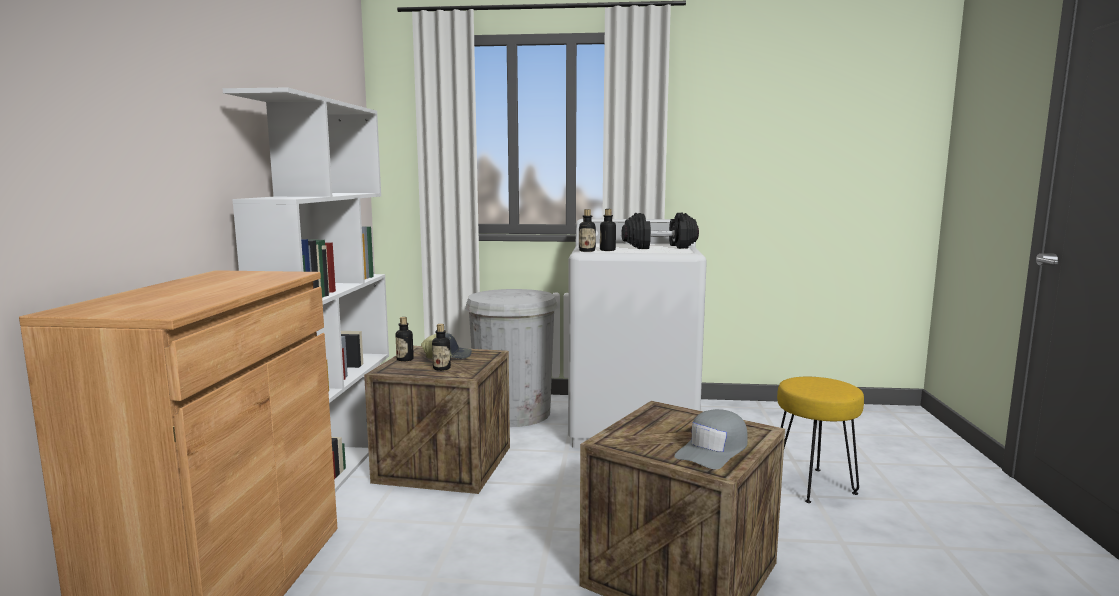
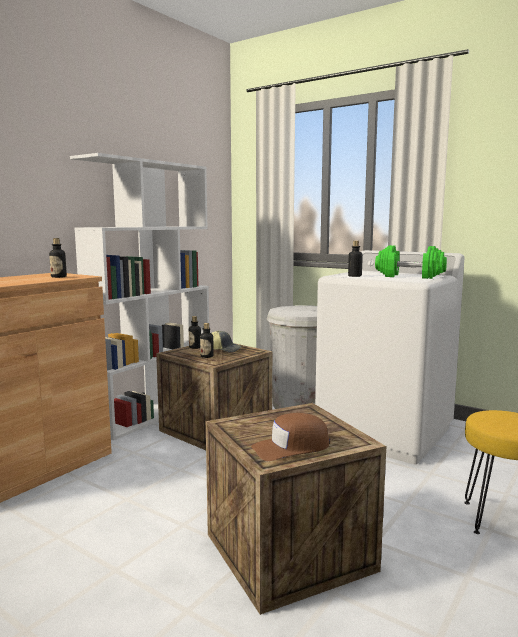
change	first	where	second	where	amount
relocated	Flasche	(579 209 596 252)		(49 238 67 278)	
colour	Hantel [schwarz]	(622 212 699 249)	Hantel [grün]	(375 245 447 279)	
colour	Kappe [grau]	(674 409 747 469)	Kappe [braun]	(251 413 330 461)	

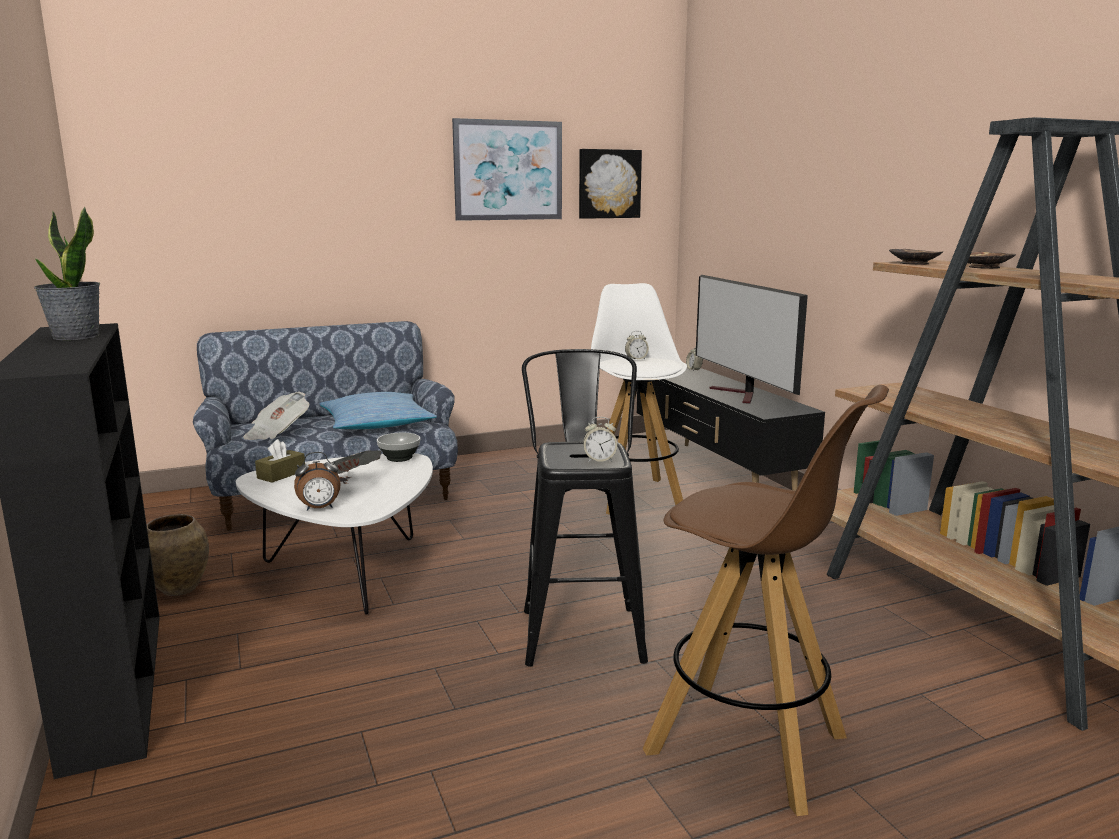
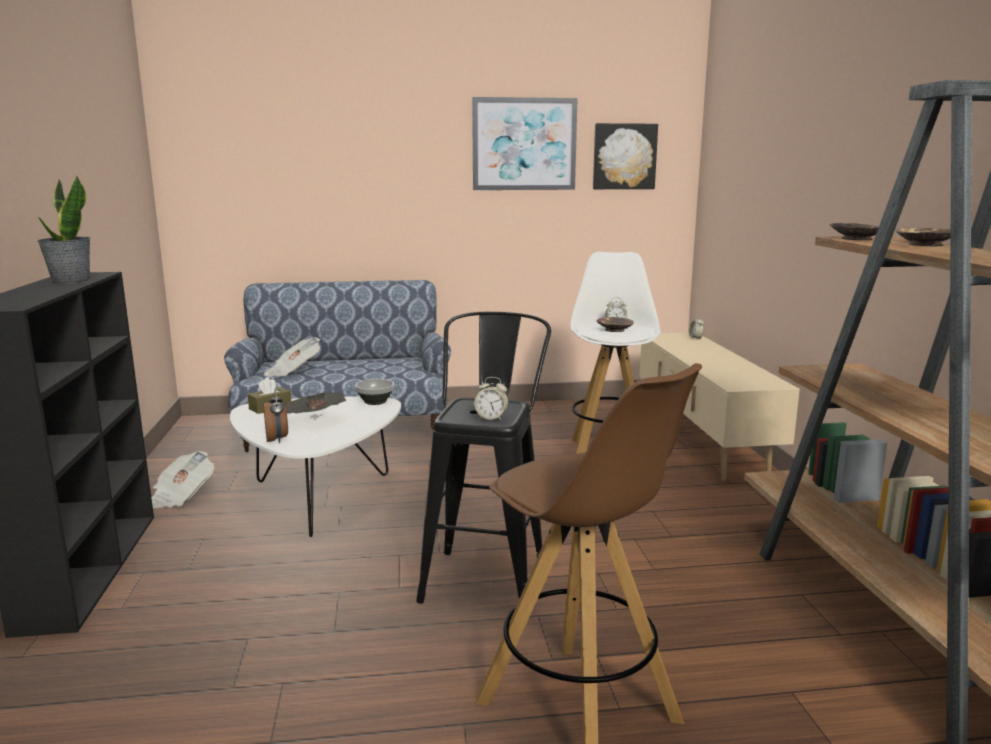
change	first	where	second	where	amount
missing	Fernseher	(696 275 808 404)			
colour	Fernsehschrank [schwarz]	(637 368 825 491)	Fernsehschrank [beige]	(640 333 800 481)	
missing	Kissen	(320 392 437 429)			
spun	Wecker	(294 452 341 511)		(263 389 288 443)	105 degrees counterclockwise
exchanged	Vase [braun]	(147 514 209 596)	Zeitung	(152 451 214 508)	
appeared			Schüssel [braun]	(597 317 634 332)	

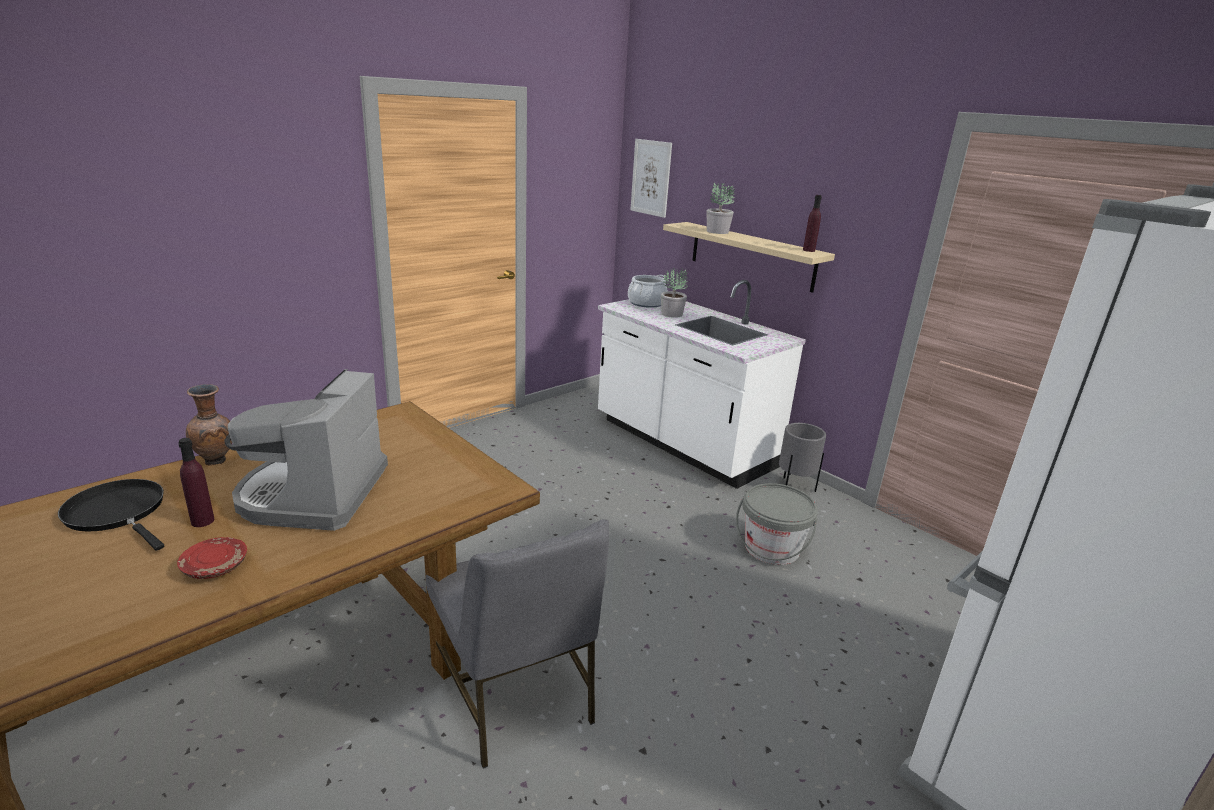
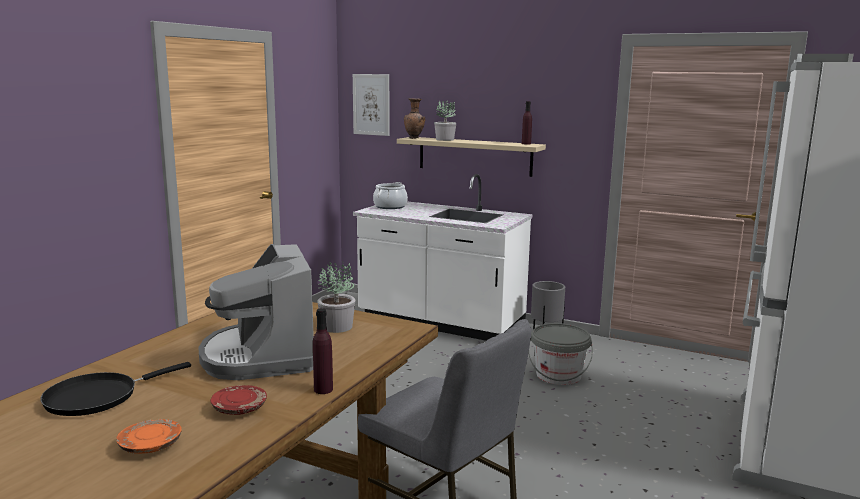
change	first	where	second	where	amount
relocated	Topfpflanze	(661 268 688 318)		(317 261 355 333)	
relocated	Vase [braun]	(186 384 232 466)		(404 98 425 139)	
relocated	Flasche [lila]	(178 438 214 527)		(313 308 333 394)	
spun	Pfanne [schwarz]	(58 479 164 551)		(40 362 191 416)	60 degrees counterclockwise
appeared			Teller [orange]	(117 419 182 454)	

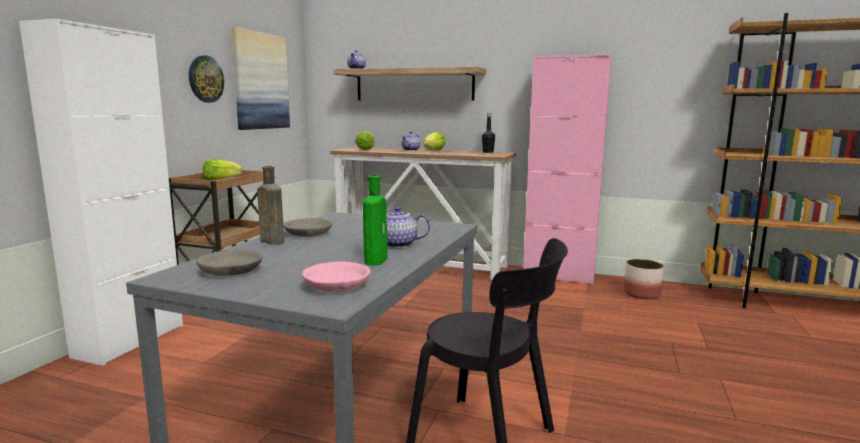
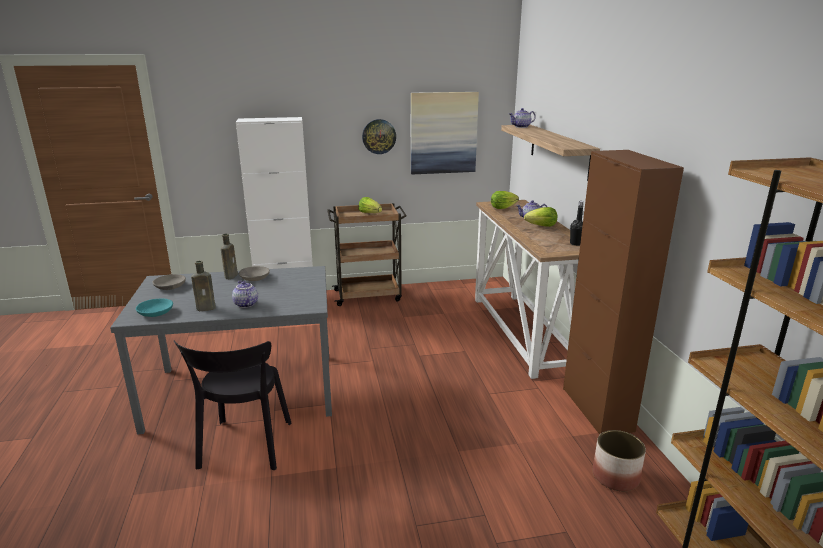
change	first	where	second	where	amount
colour	Schrank [rosa]	(523 54 611 285)	Schrank [braun]	(563 150 684 435)	
colour	Flasche [grün]	(363 175 388 266)	Flasche [braun]	(191 261 216 311)	
colour	Schüssel [rosa]	(302 261 371 292)	Schüssel [türkis]	(136 299 173 317)	

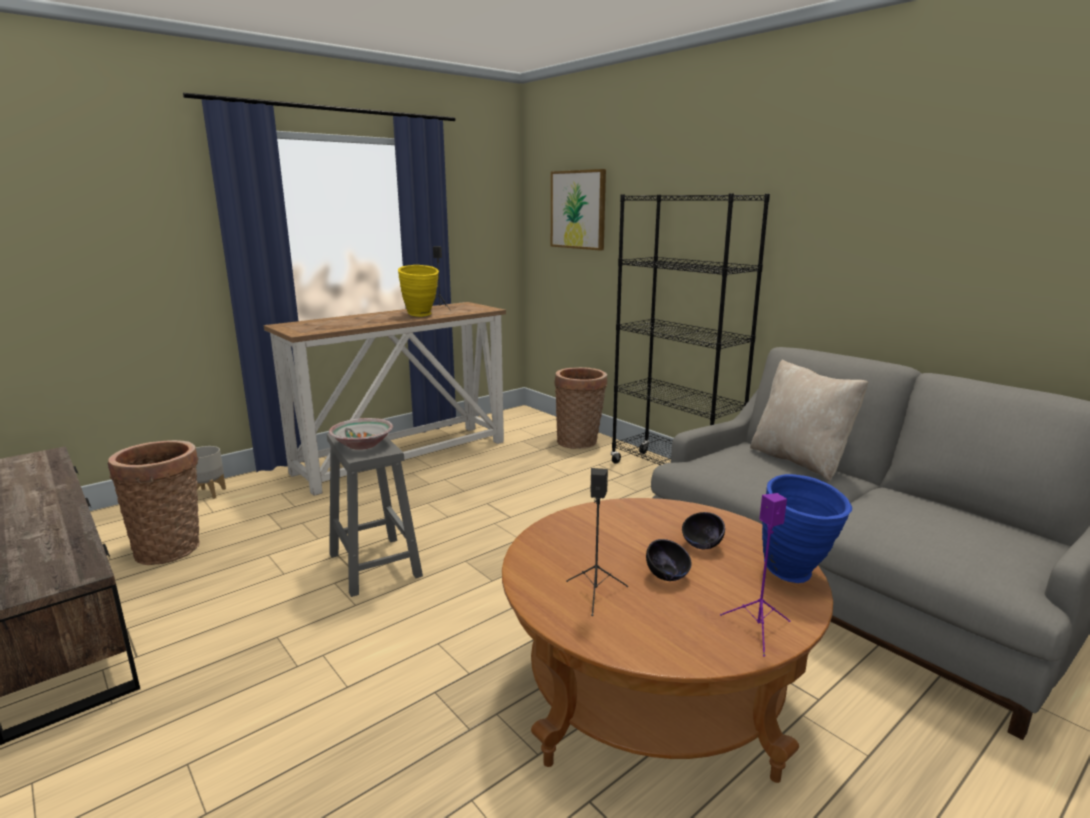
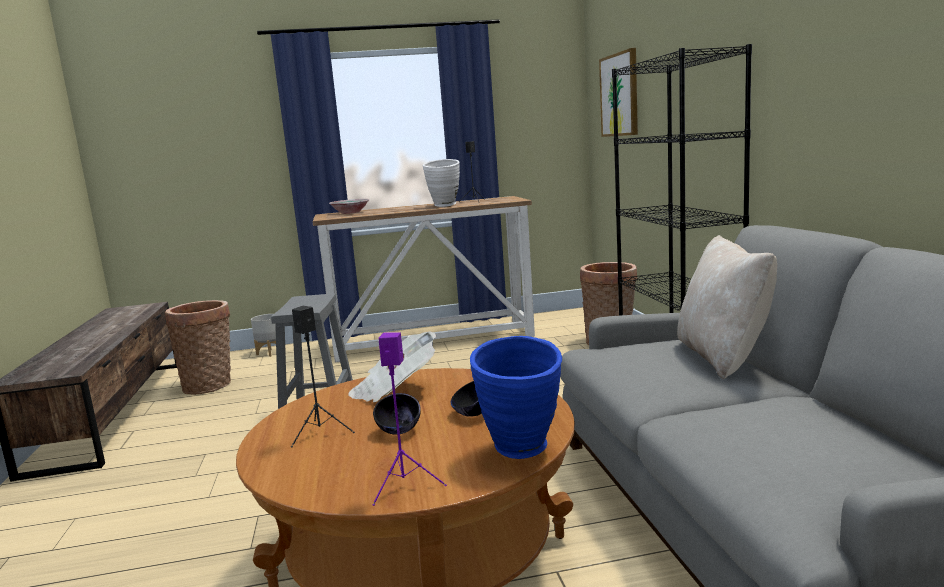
change	first	where	second	where	amount
colour	Vase [gelb]	(398 265 439 317)	Vase [weiß]	(423 159 460 207)	
relocated	Schüssel	(329 418 393 450)		(329 199 369 214)	
appeared			Zeitung	(348 332 437 403)	

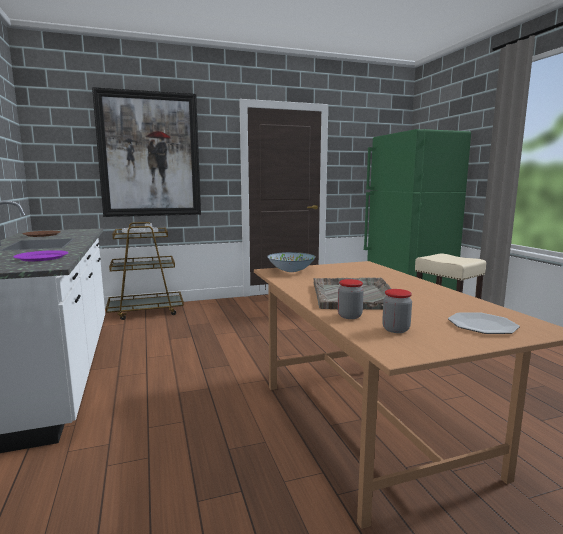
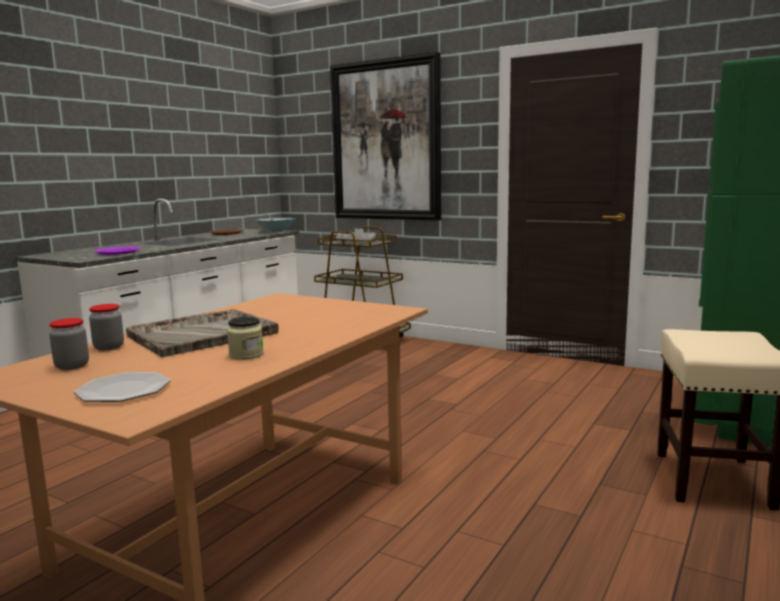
change	first	where	second	where	amount
relocated	Schüssel	(267 252 316 272)		(256 218 296 232)	
appeared			Vorratsglas	(227 317 263 360)	

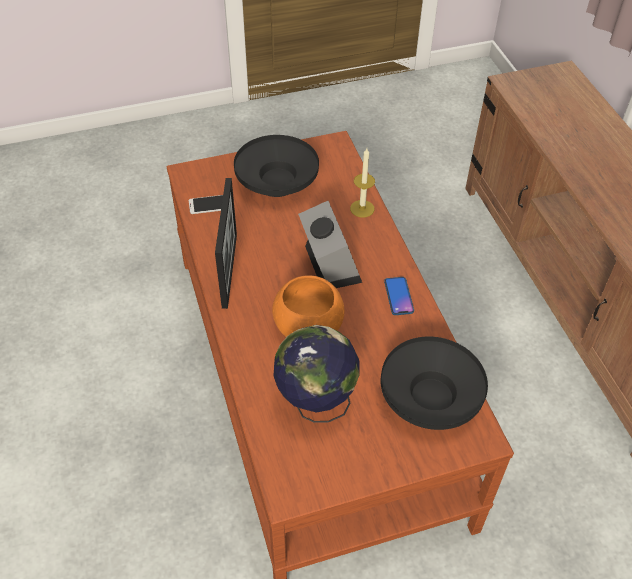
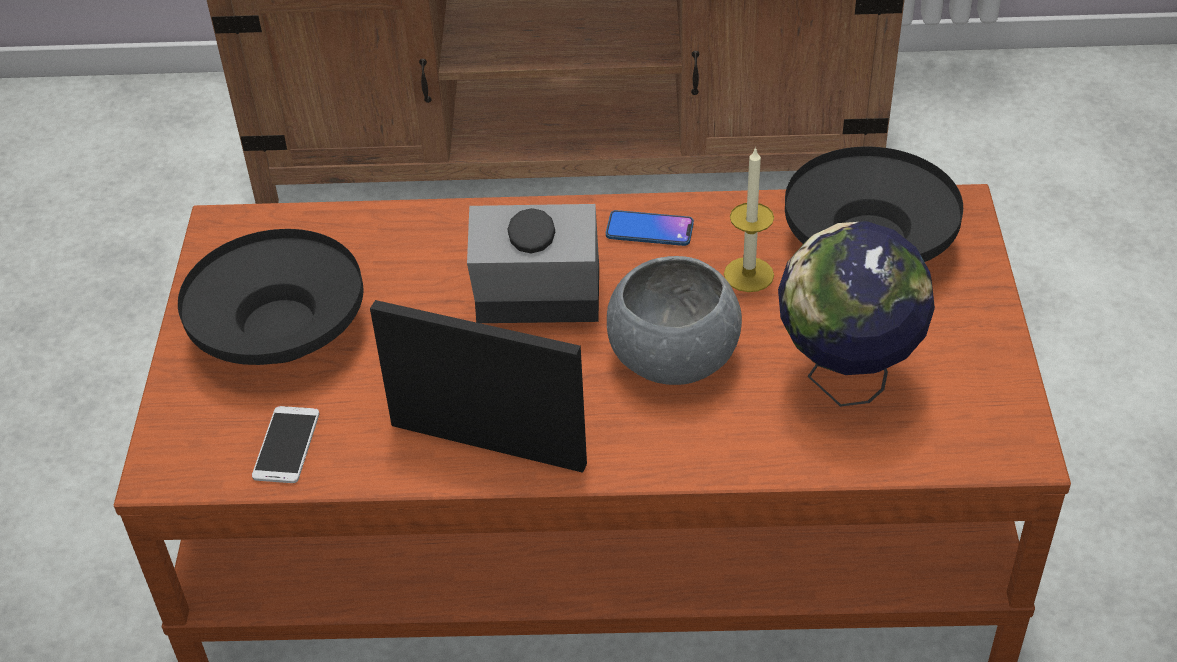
change	first	where	second	where	amount
relocated	Kerze	(350 148 375 217)		(724 146 774 292)	
colour	Schüssel [orange]	(272 275 345 337)	Schüssel [grau]	(607 256 742 385)	

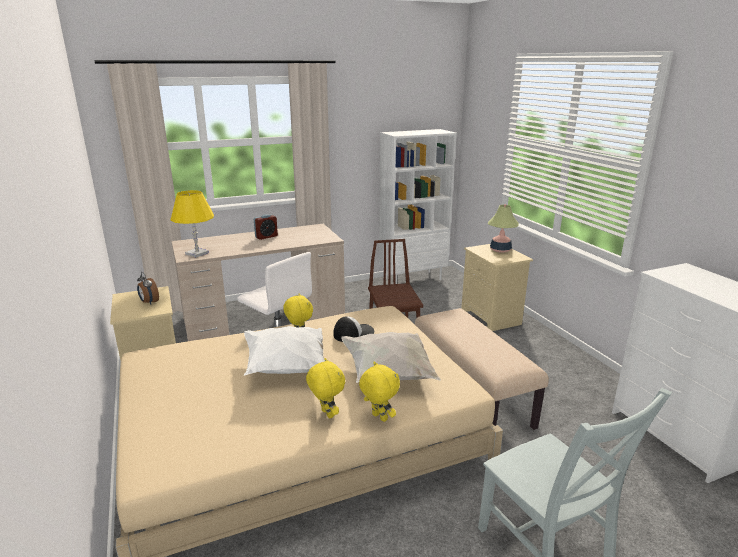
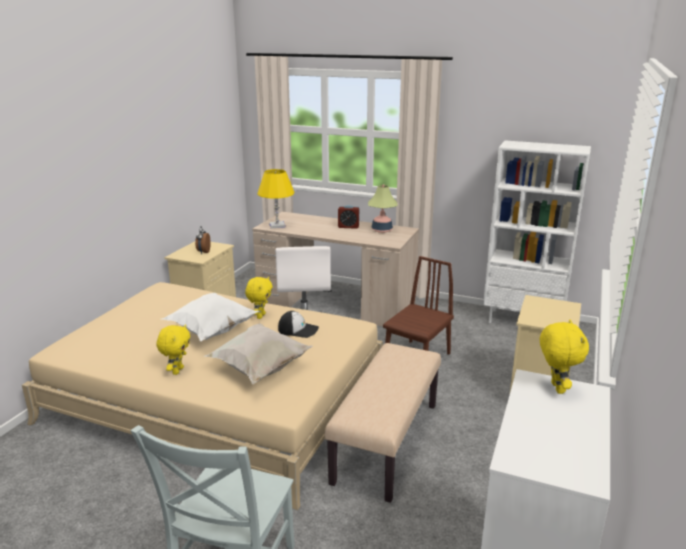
change	first	where	second	where	amount
relocated	Tischlampe	(488 204 519 253)		(368 184 397 233)	
relocated	Plüschtier [gelb]	(359 361 400 422)		(540 320 589 394)	

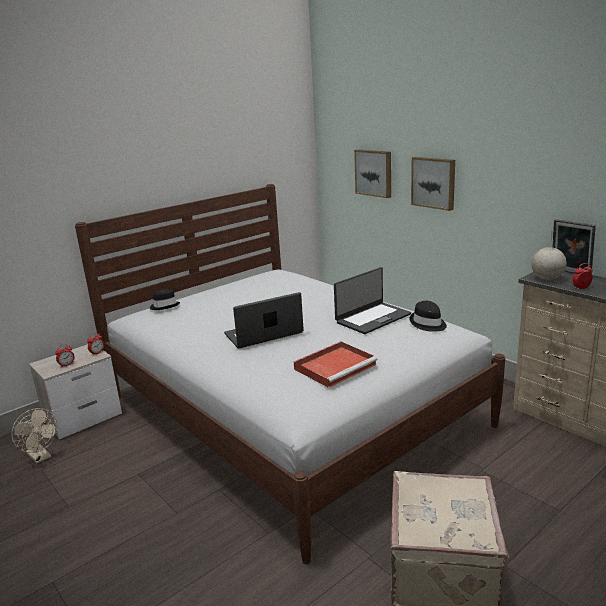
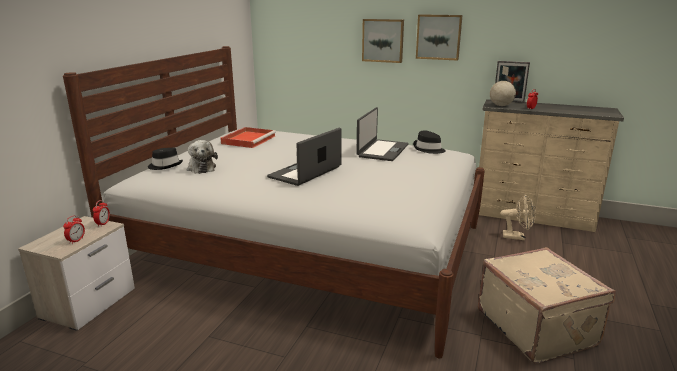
change	first	where	second	where	amount
relocated	Bild	(354 149 391 198)		(416 14 462 60)	
relocated	Tablett [rot]	(294 341 377 388)		(220 127 276 148)	
relocated	Ventilator [beige]	(12 408 58 464)		(501 194 536 240)	
appeared			Plüschtier	(187 140 218 174)	

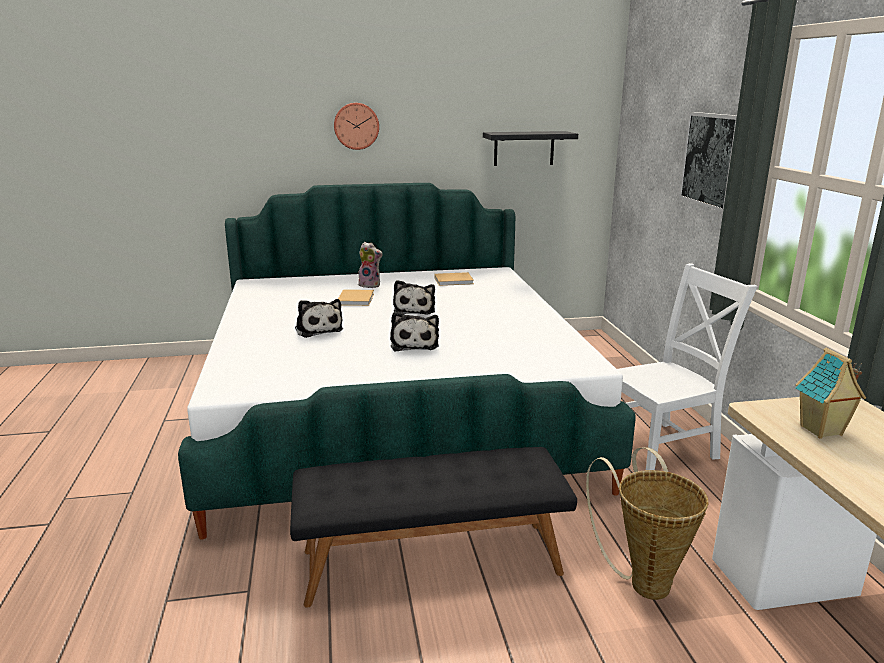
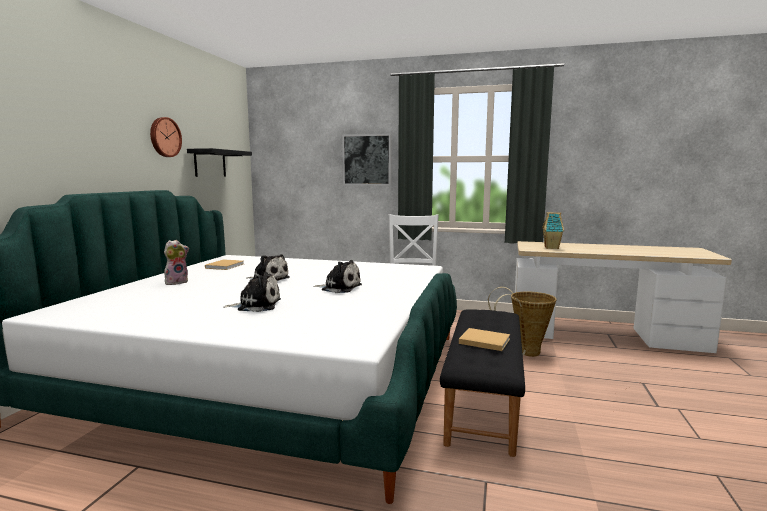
change	first	where	second	where	amount
relocated	Wanduhr	(334 103 379 150)		(150 117 182 157)	
relocated	Buch [beige]	(338 289 374 306)		(459 328 510 351)	

